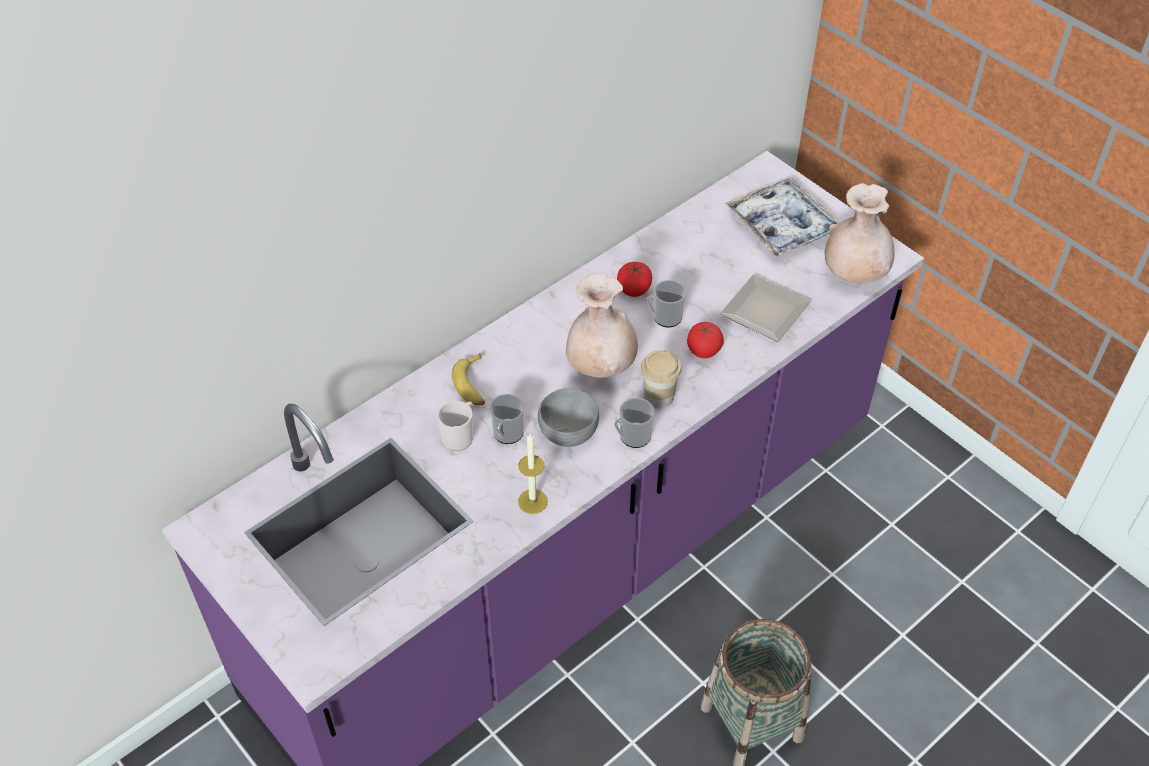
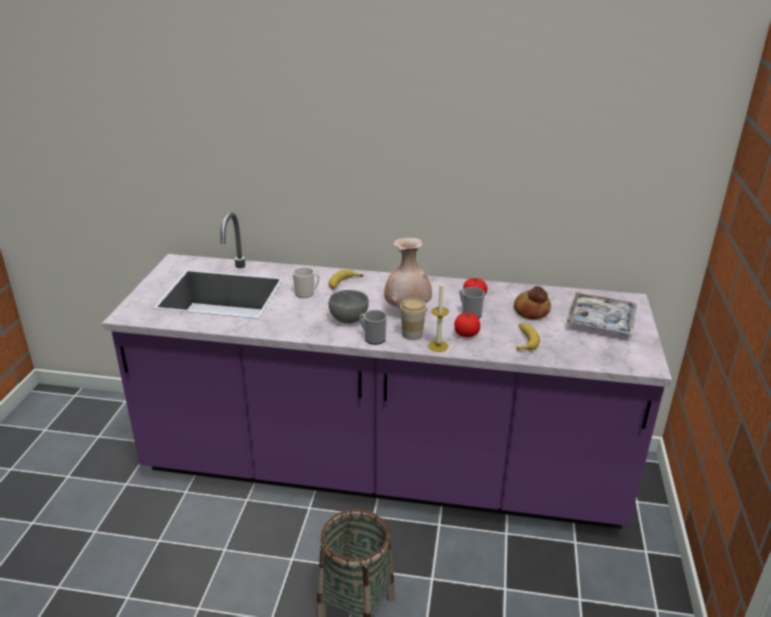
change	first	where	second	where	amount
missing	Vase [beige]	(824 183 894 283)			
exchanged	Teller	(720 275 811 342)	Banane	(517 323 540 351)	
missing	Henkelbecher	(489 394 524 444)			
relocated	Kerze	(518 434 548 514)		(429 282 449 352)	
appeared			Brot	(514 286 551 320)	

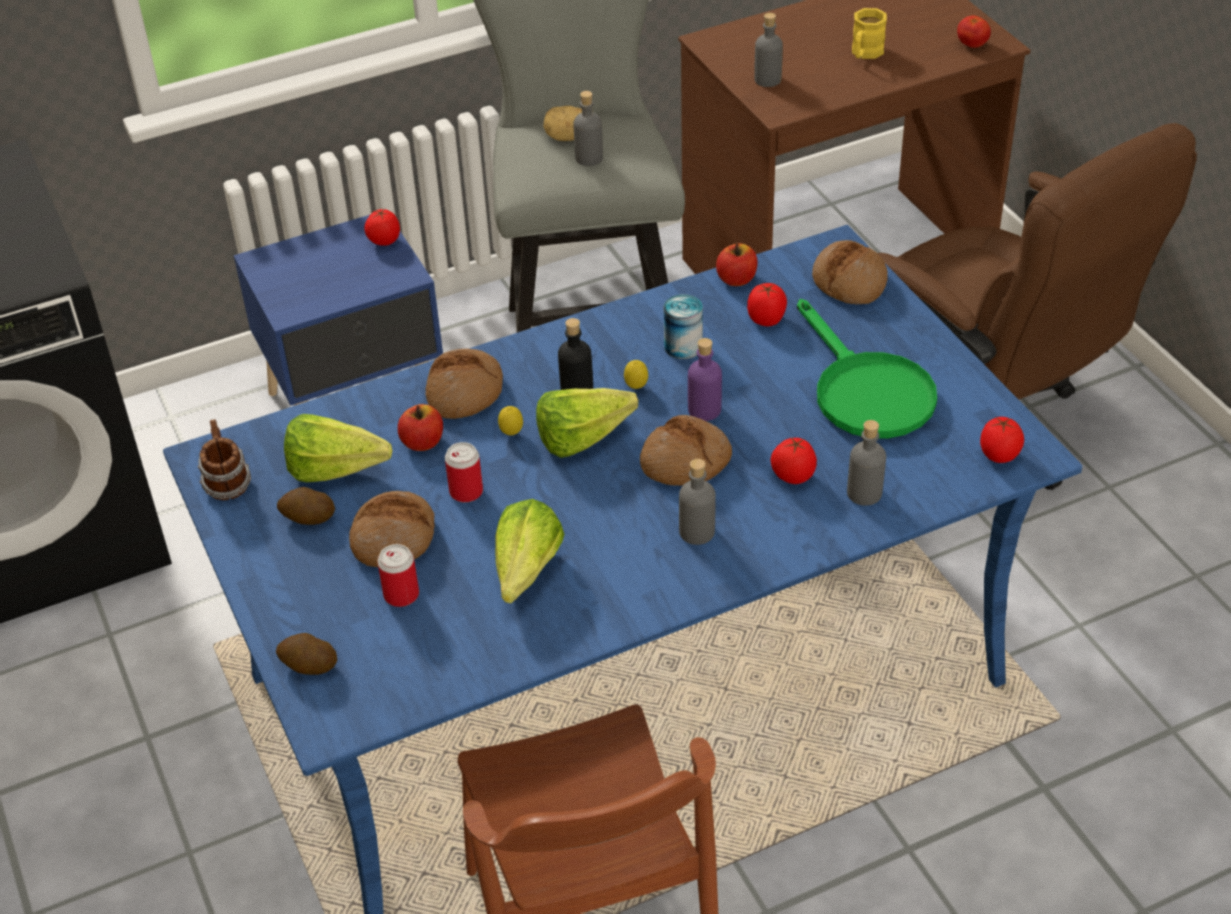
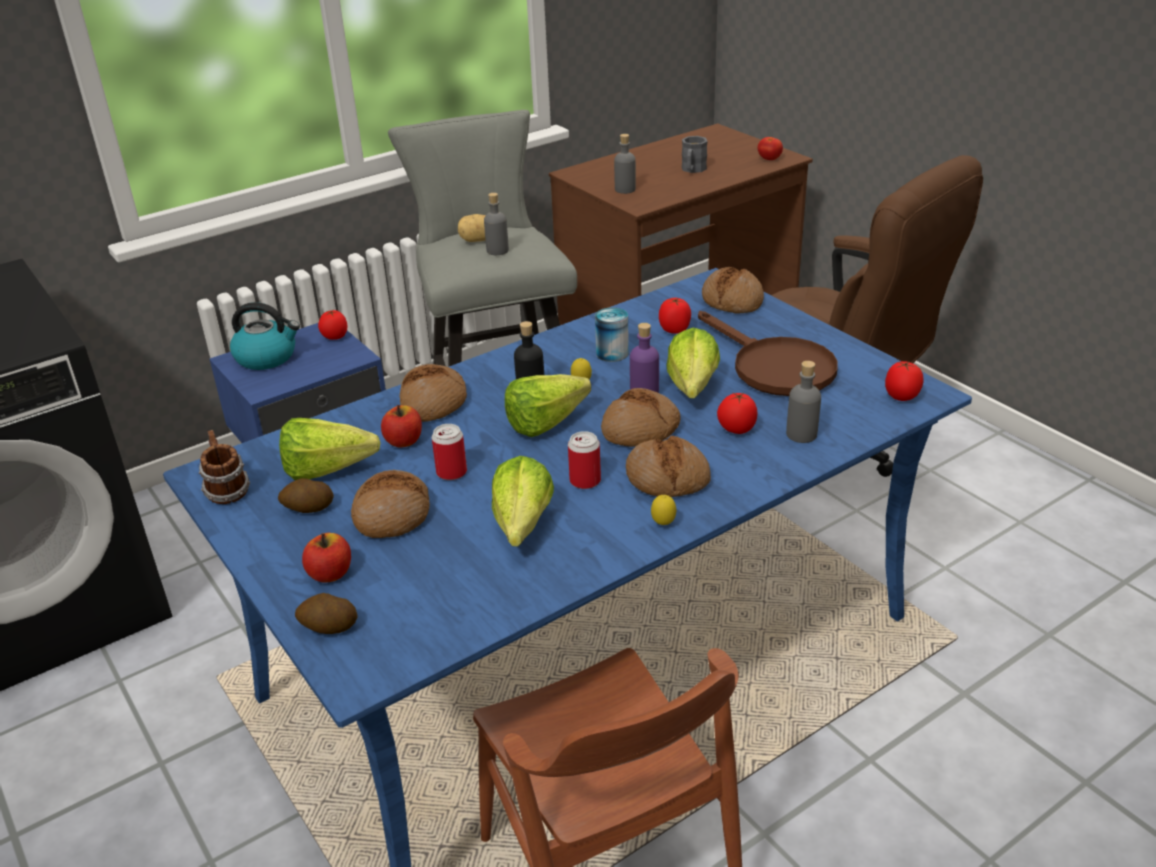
change	first	where	second	where	amount
colour	Henkelbecher [gelb]	(852 8 887 59)	Henkelbecher [grau]	(682 136 708 173)	
relocated	Apfel	(716 243 758 286)		(302 533 351 583)	
colour	Pfanne [grün]	(797 299 937 439)	Pfanne [braun]	(698 311 838 396)	
relocated	Zitrone	(498 406 523 435)		(651 495 676 525)	
exchanged	Flasche [grau]	(679 459 716 545)	Brot	(626 436 711 497)	
relocated	Dose	(377 544 419 607)		(568 431 601 489)	
appeared			Wasserkessel	(230 302 300 370)	
appeared			Salatkopf	(667 328 720 398)	

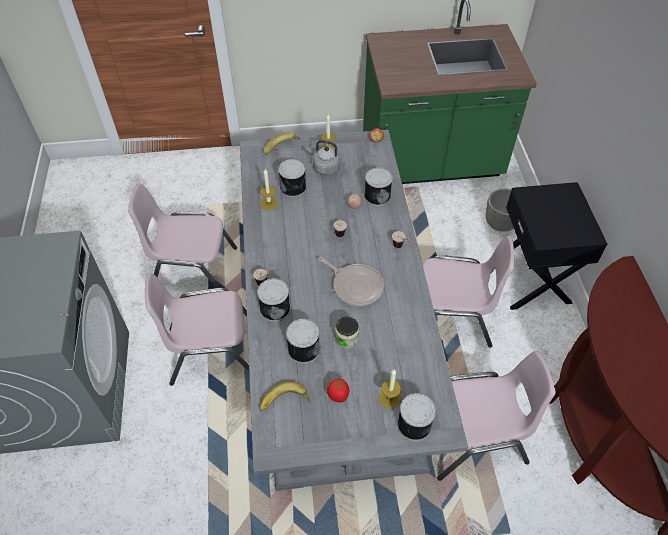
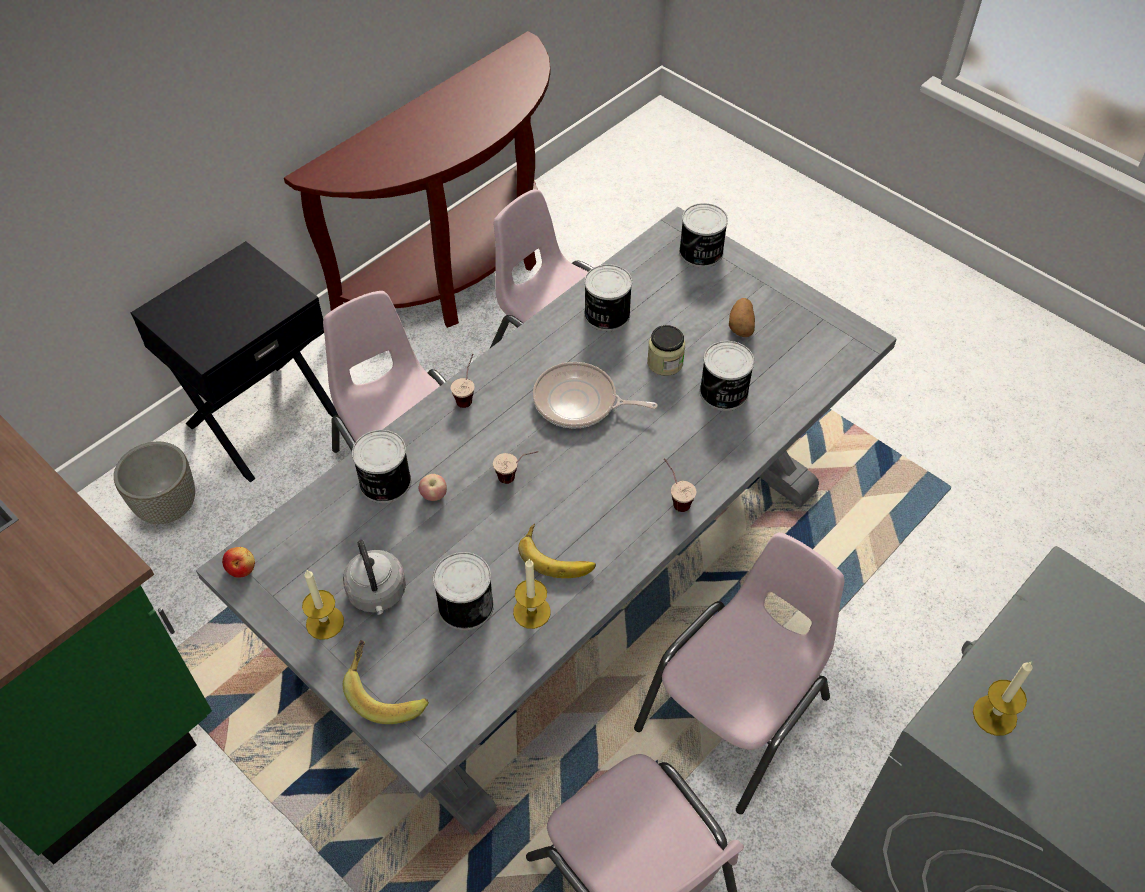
change	first	where	second	where	amount
spun	Pfanne	(318 257 384 306)		(533 362 658 428)	75 degrees counterclockwise
spun	Stuhl [rosa]	(145 273 249 386)		(634 532 845 814)	90 degrees counterclockwise
relocated	Dose	(257 278 290 322)		(584 264 632 331)	
relocated	Kerze	(378 369 401 409)		(973 662 1033 736)	
exchanged	Tomate	(327 379 349 402)	Kartoffel	(729 298 755 337)	
relocated	Banane	(260 381 310 411)		(518 524 596 578)	

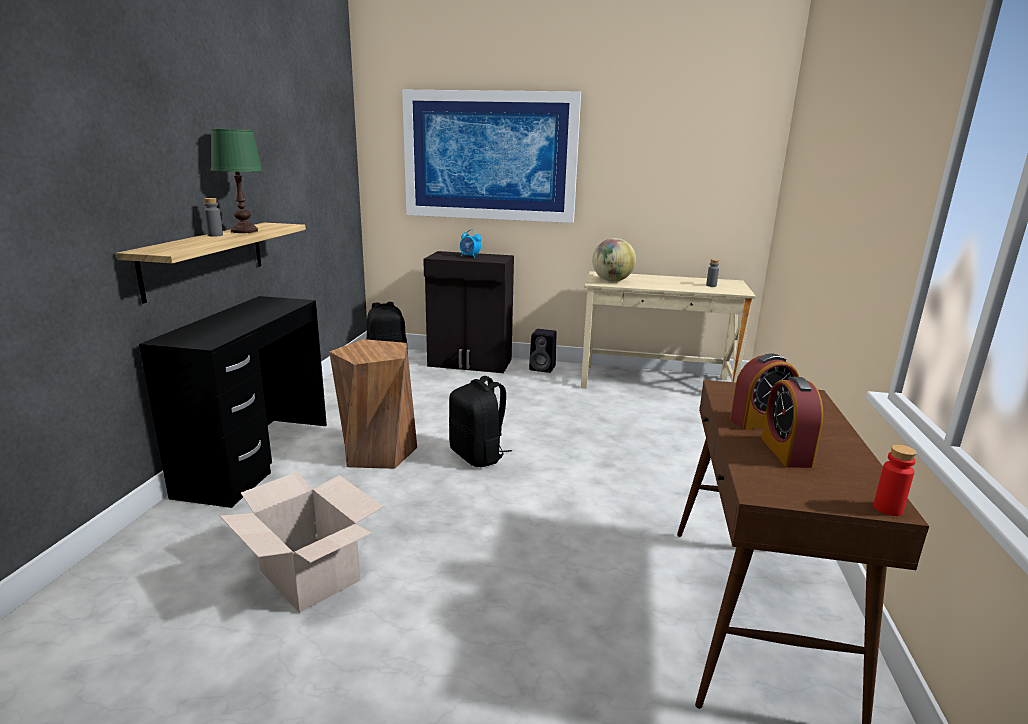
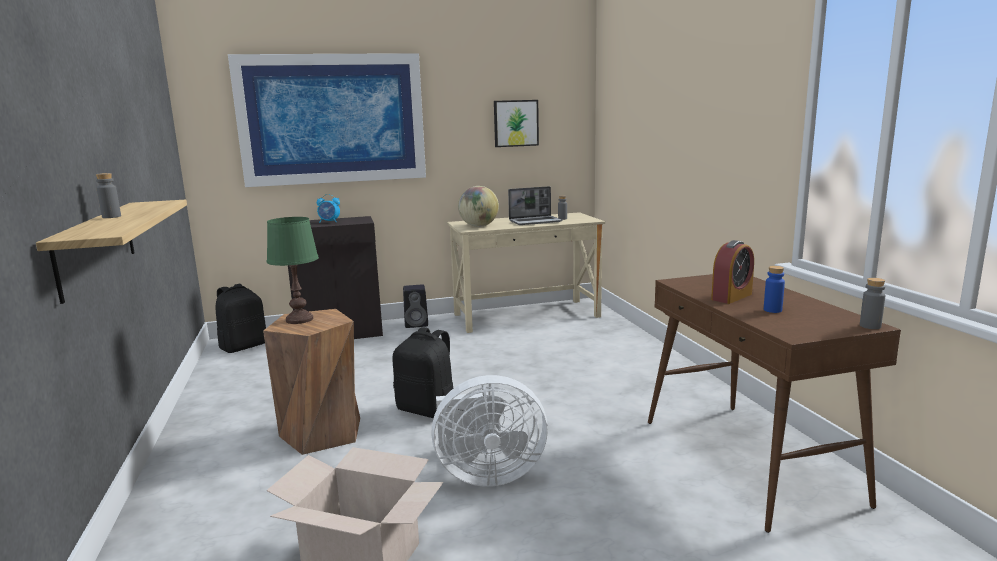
change	first	where	second	where	amount
relocated	Tischlampe [grün]	(211 129 263 233)		(267 217 319 324)	
missing	Schreibtisch [schwarz]	(139 296 327 508)			
exchanged	Wecker	(761 377 823 468)	Flasche [blau]	(764 266 785 313)	
colour	Flasche [rot]	(874 445 917 516)	Flasche [grau]	(860 278 886 329)	
appeared			Bild	(494 100 539 147)	
appeared			Laptop	(508 186 562 225)	
appeared			Ventilator [weiß]	(431 375 548 487)	

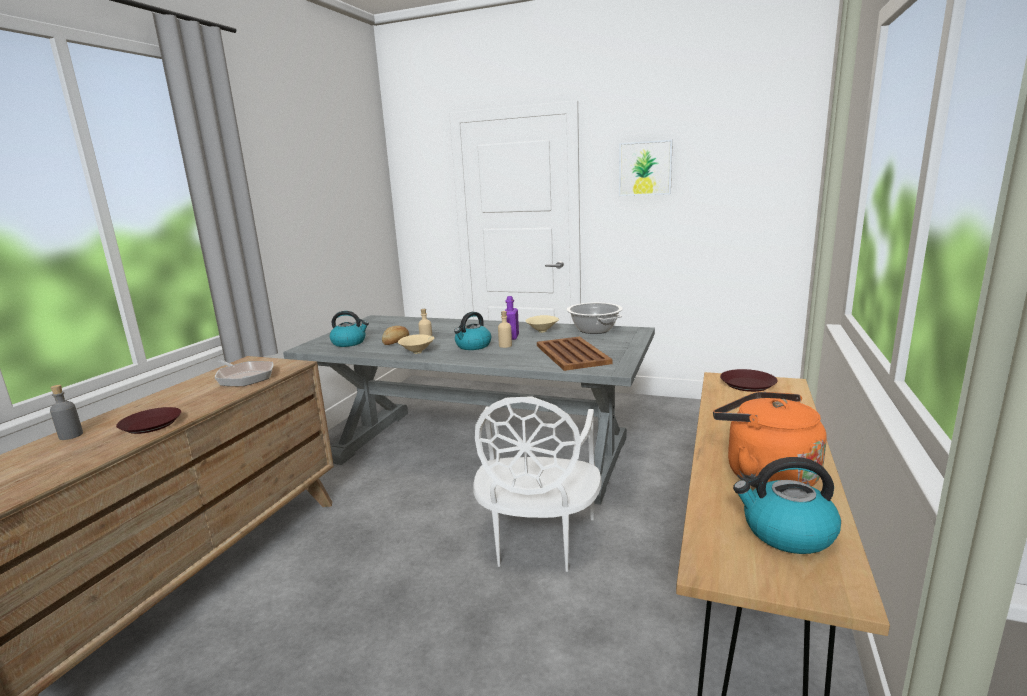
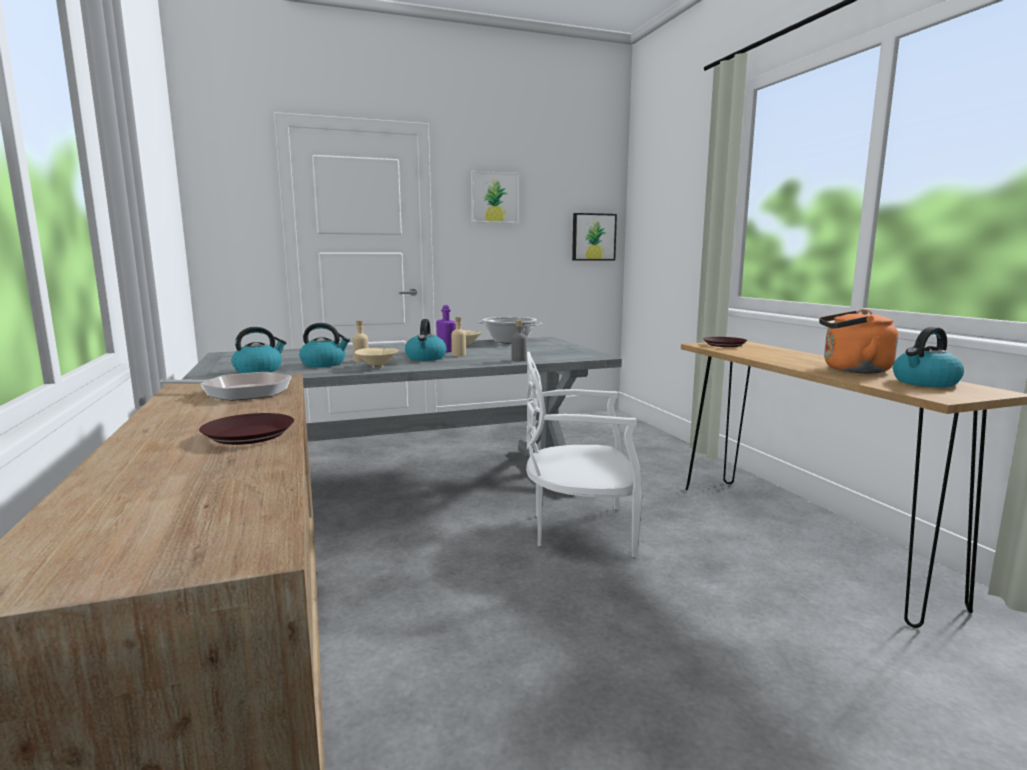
change	first	where	second	where	amount
exchanged	Brot	(382 326 409 345)	Wasserkessel	(299 323 350 367)	
missing	Tablett [braun]	(537 336 613 371)			
relocated	Flasche [grau]	(50 385 83 440)		(511 320 527 361)	
spun	Stuhl [weiß]	(473 396 602 572)		(526 352 643 557)	120 degrees clockwise
appeared			Bild	(572 213 617 260)	

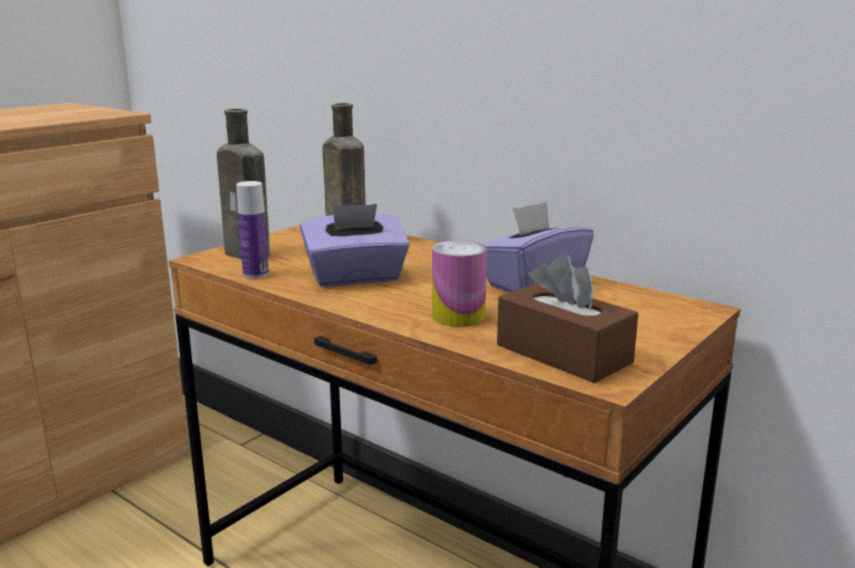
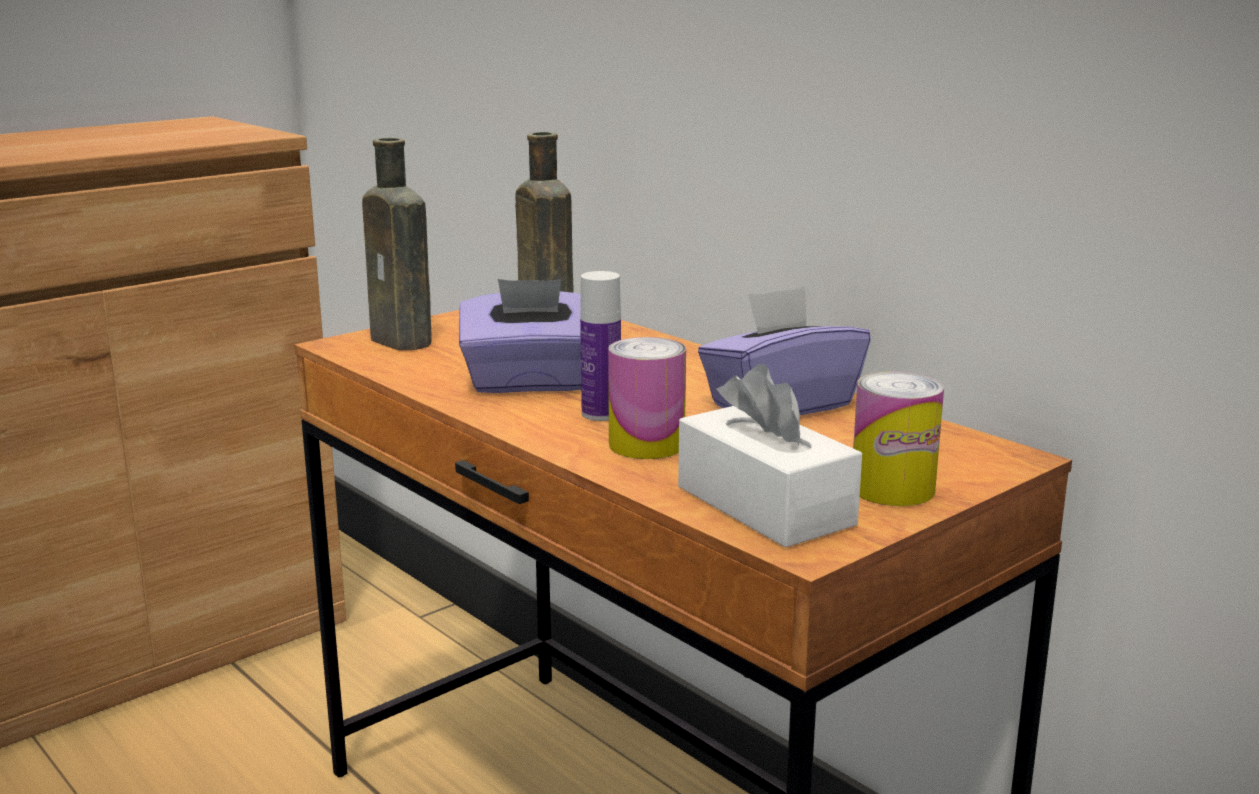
change	first	where	second	where	amount
relocated	Flasche	(236 181 269 279)		(580 271 621 421)	
colour	Taschentuchbox [braun]	(497 254 638 383)	Taschentuchbox [weiß]	(678 364 862 548)	
appeared			Dose	(853 372 944 506)	

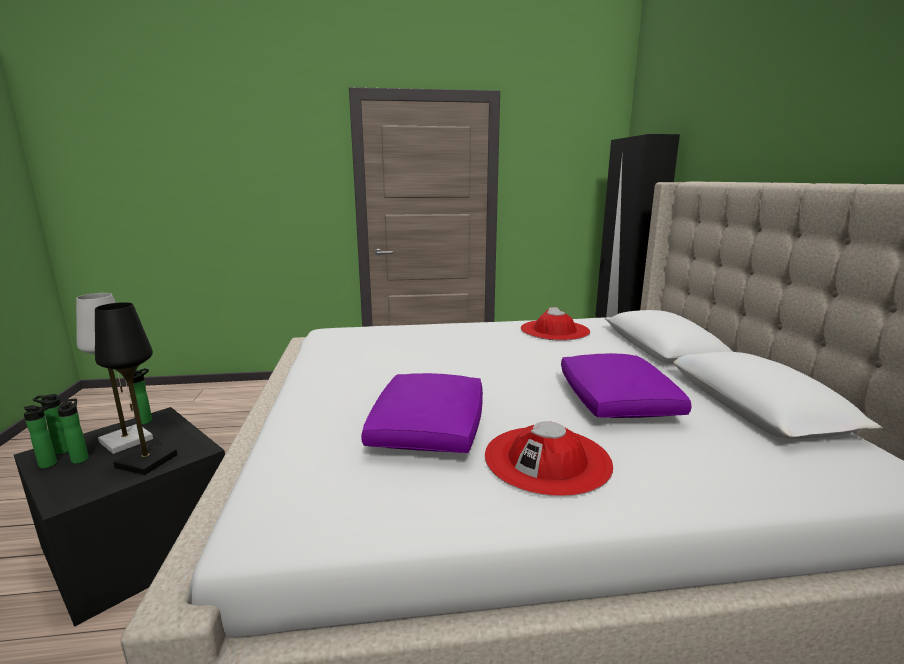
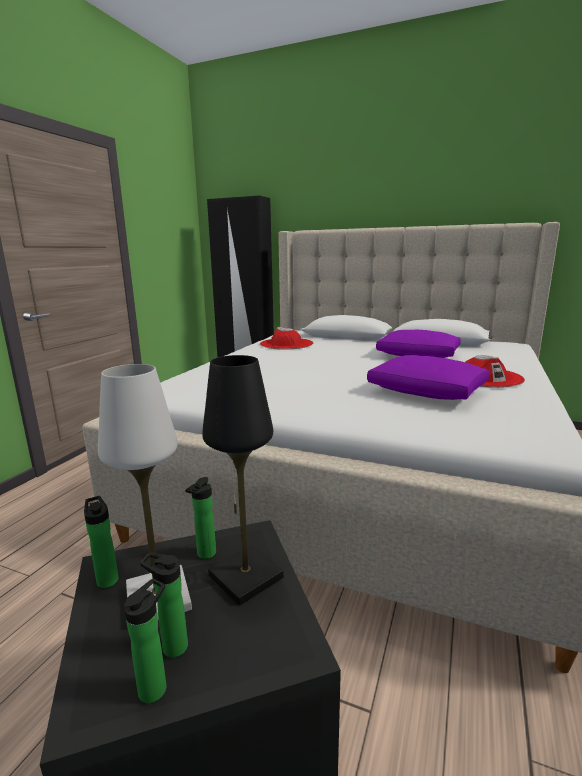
change	first	where	second	where	amount
relocated	Flasche	(33 394 68 454)		(185 477 216 559)	

